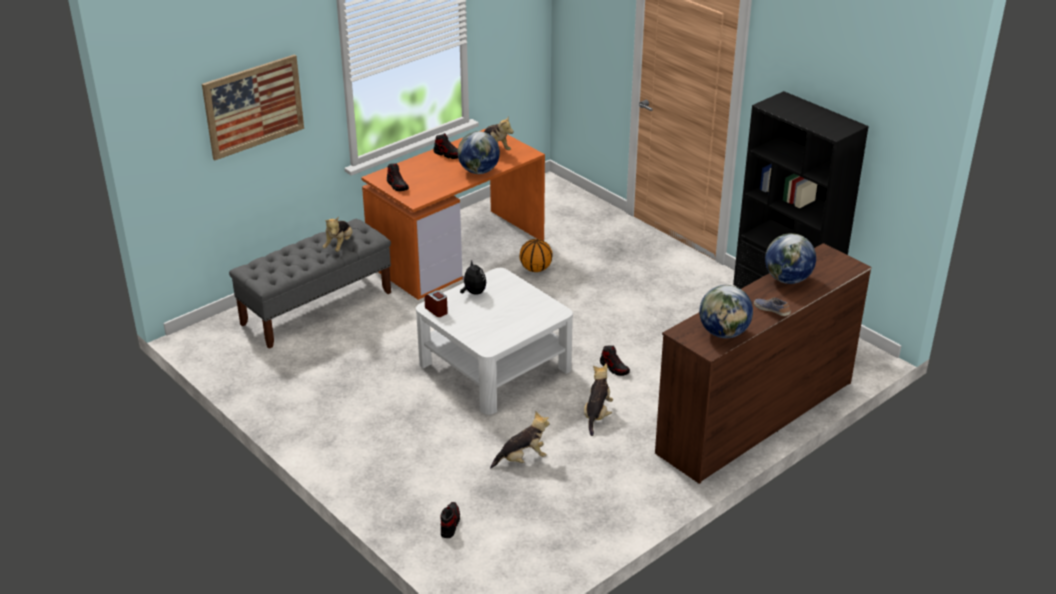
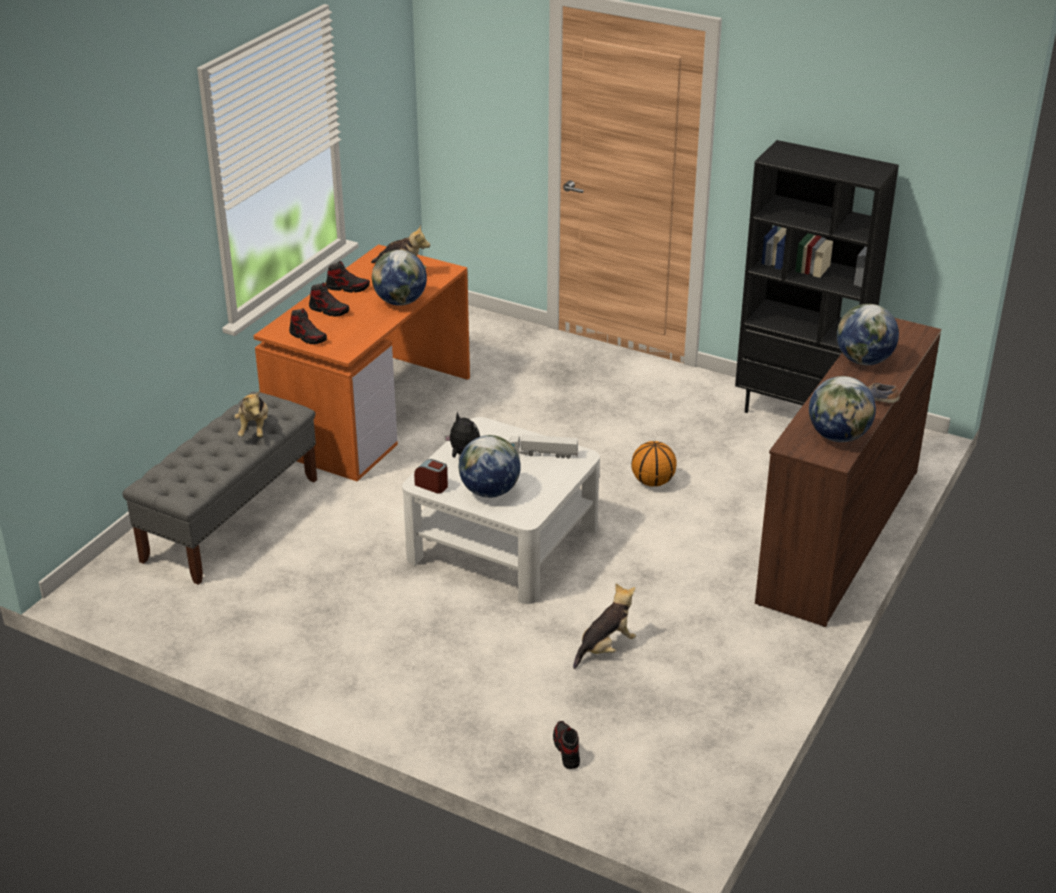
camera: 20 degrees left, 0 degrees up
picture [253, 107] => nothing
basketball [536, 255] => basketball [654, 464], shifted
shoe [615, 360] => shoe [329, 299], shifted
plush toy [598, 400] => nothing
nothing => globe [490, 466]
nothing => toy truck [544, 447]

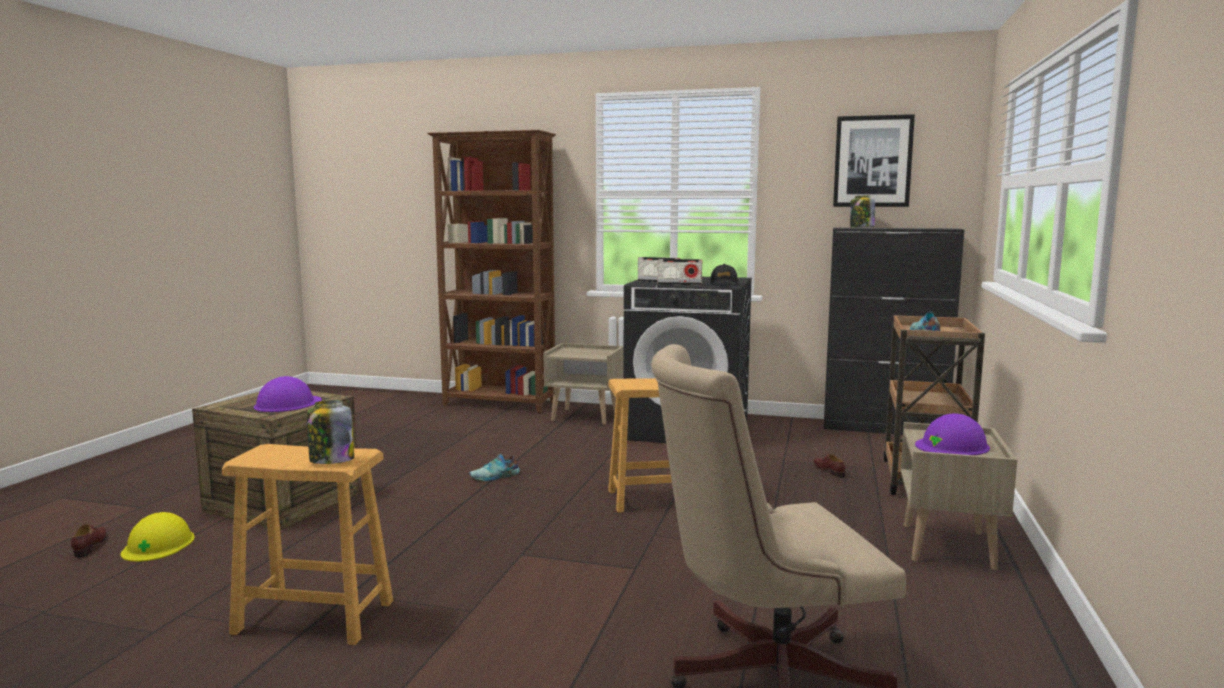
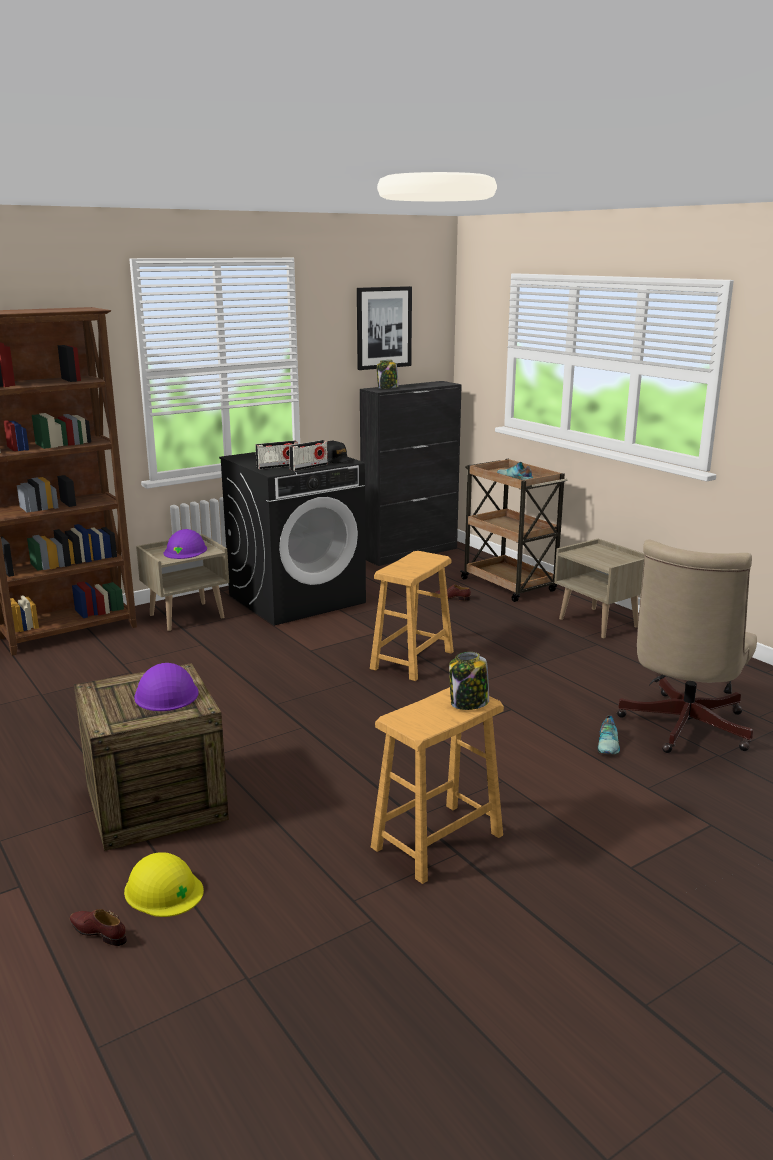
camera: 50 degrees left, 10 degrees up
hard hat (purple) [952, 434] => hard hat (purple) [185, 544], shifted
shoe [494, 467] => shoe [608, 734], shifted

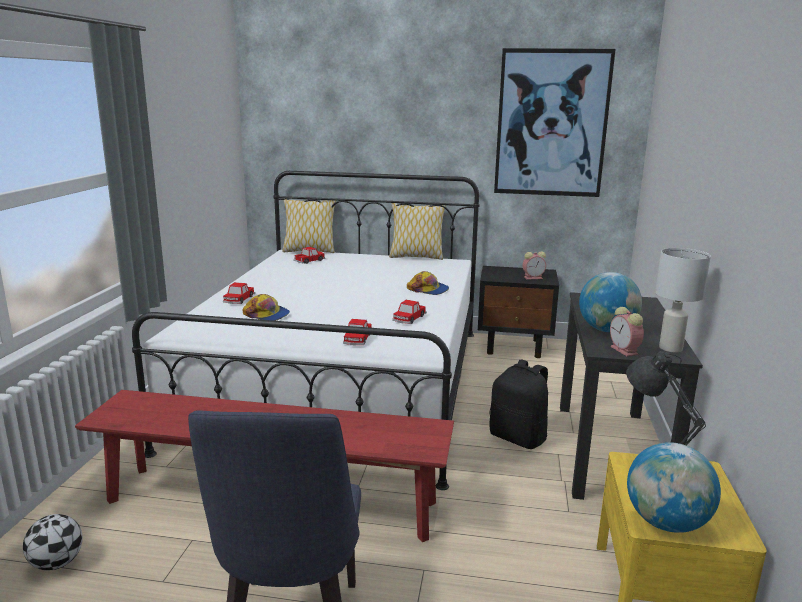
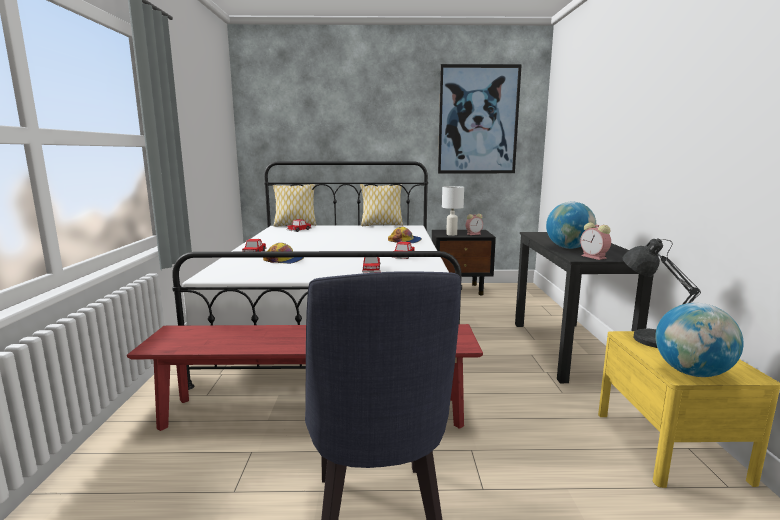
camera: 10 degrees left, 5 degrees down
table lamp (white) [683, 300] => table lamp (white) [453, 211], shifted
backpack (black) [518, 404] => nothing
football [53, 542] => nothing

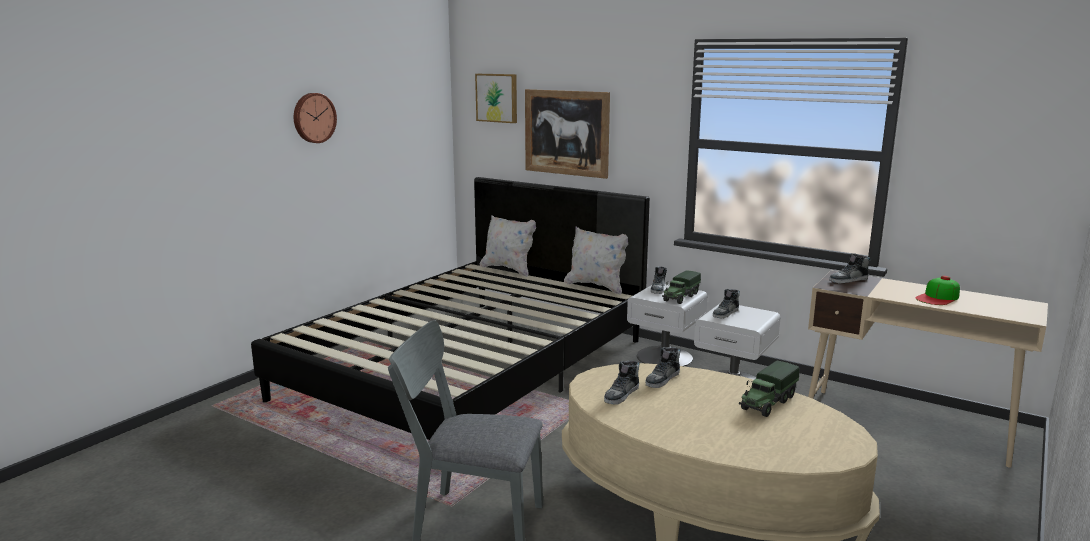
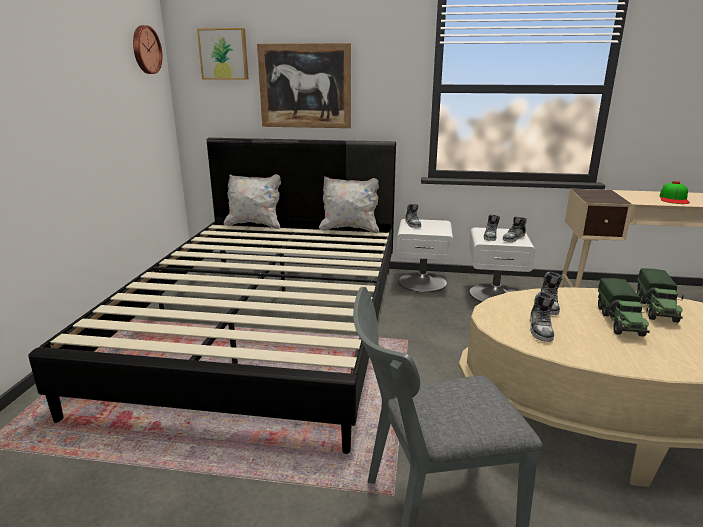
camera: 25 degrees left, 5 degrees up
wall clock [315, 118] => wall clock [147, 49], shifted
shoe [850, 268] => shoe [515, 229], shifted
toy truck [681, 287] => toy truck [624, 307], shifted

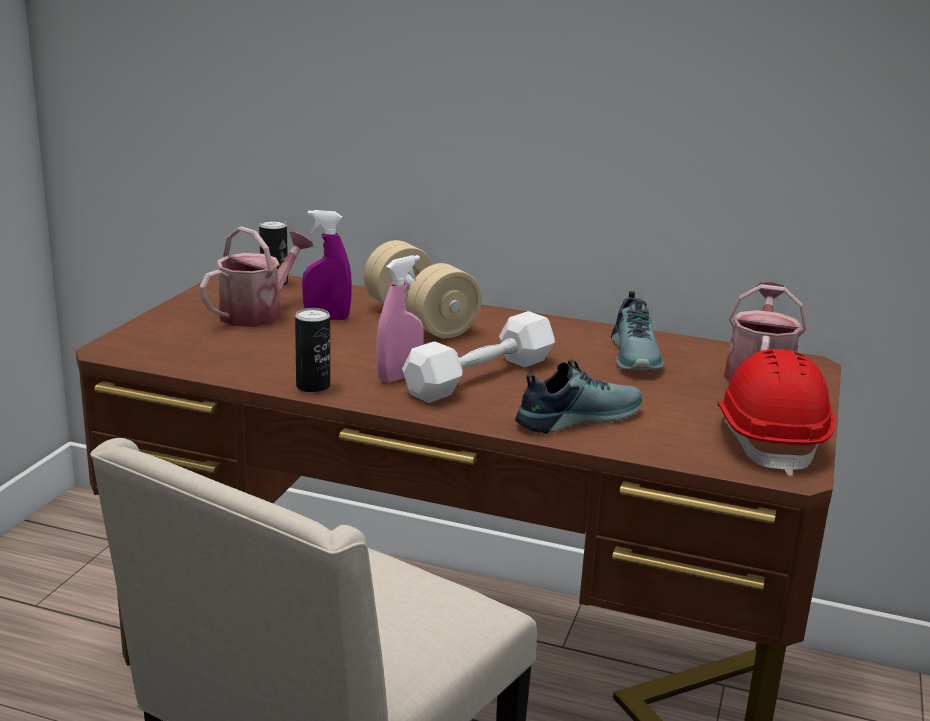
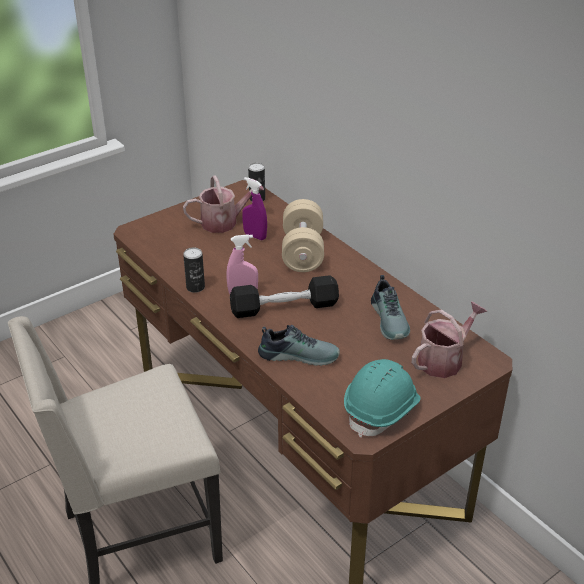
camera: 35 degrees right, 15 degrees up
shoe [637, 331] => shoe [390, 307], 45 degrees counterclockwise
dumbbell (white) [478, 357] => dumbbell (black) [284, 296]
hard hat (red) [776, 412] => hard hat (turquoise) [382, 398]

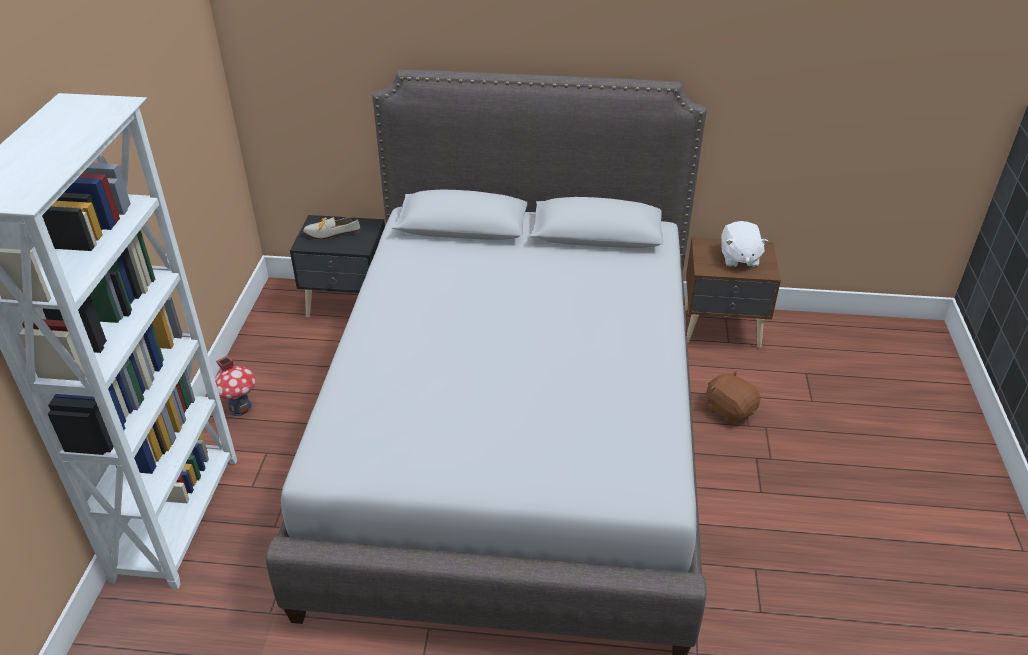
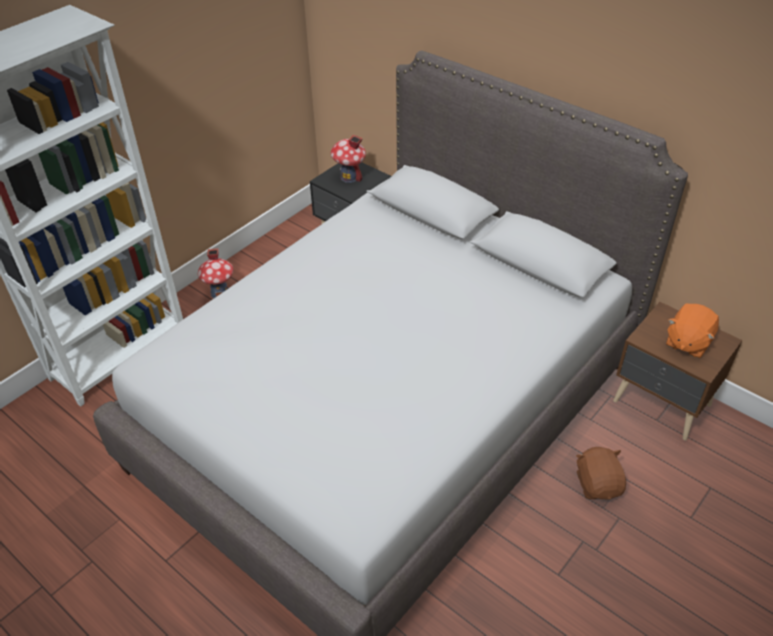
camera: 35 degrees right, 5 degrees up
shoe [332, 228] => toy house [348, 158]
plush toy (white) [744, 244] => plush toy (orange) [692, 331]

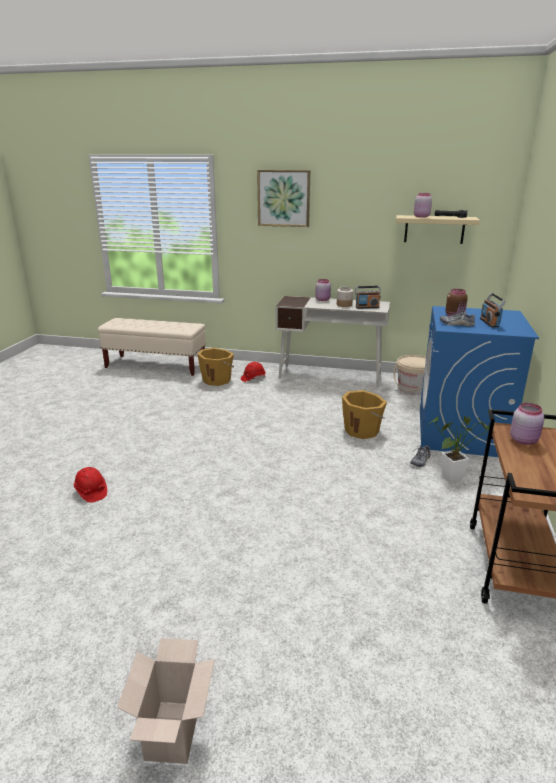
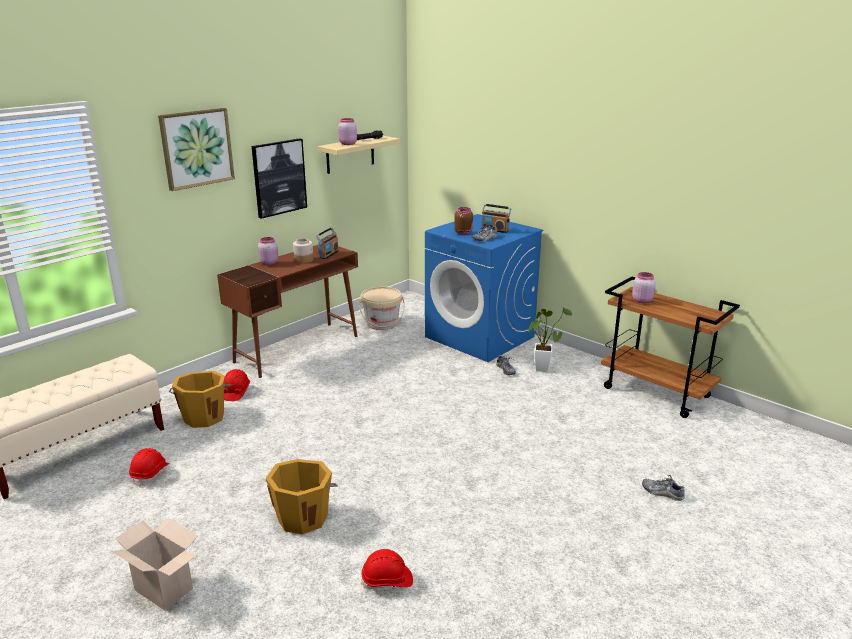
camera: 60 degrees left, 0 degrees up
desk (white) [332, 341] => desk (brown) [287, 311]
bucket (orange) [364, 414] => bucket (orange) [302, 496], shifted
cardboard box [166, 701] => cardboard box [155, 564], shifted
nothing => picture [279, 178]
nothing => hard hat (red) [149, 467]
nothing => shoe [663, 488]

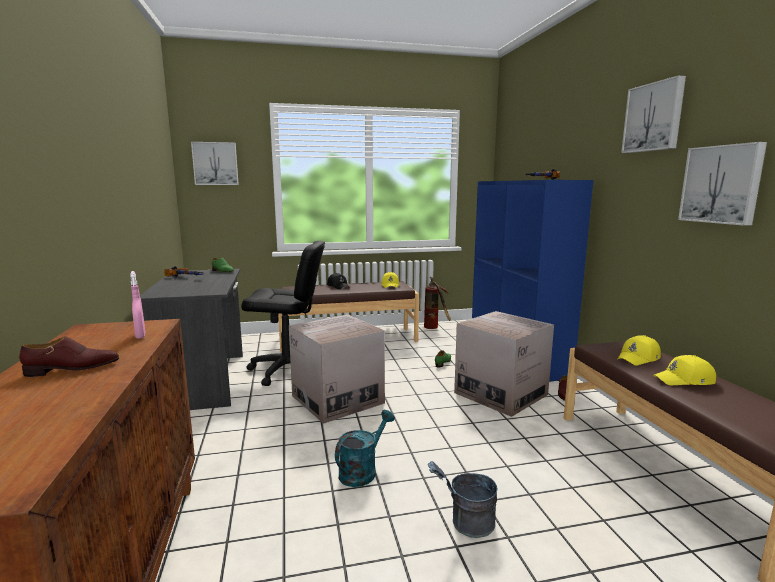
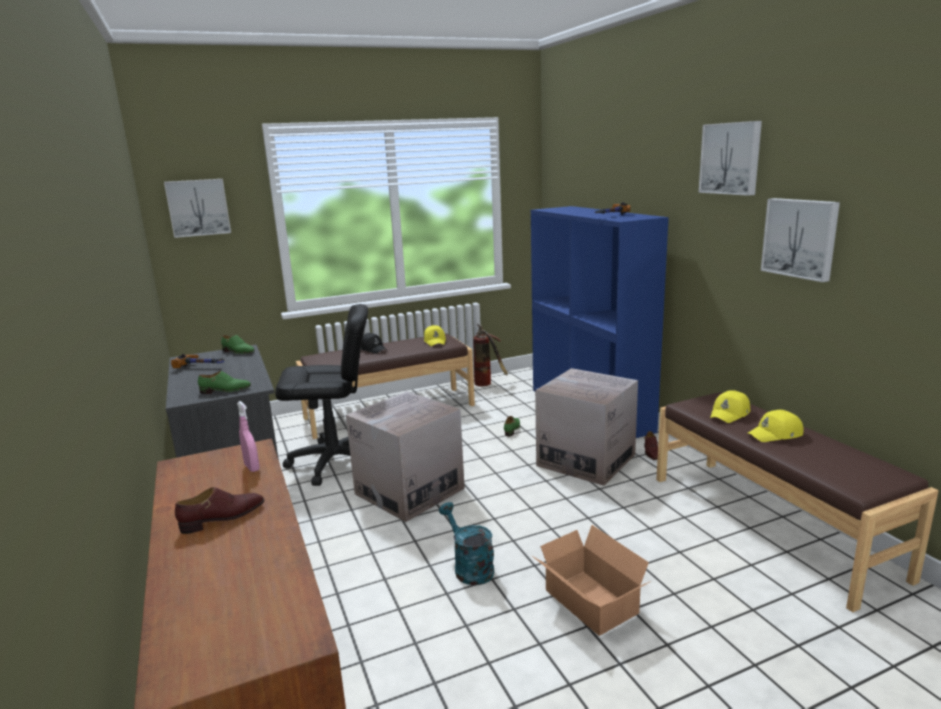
camera: 10 degrees left, 5 degrees up
watering can (turquoise) [365, 448] => watering can (turquoise) [466, 543], 60 degrees counterclockwise
bucket (grey) [462, 499] => cardboard box [591, 580]
nothing => shoe (green) [224, 382]

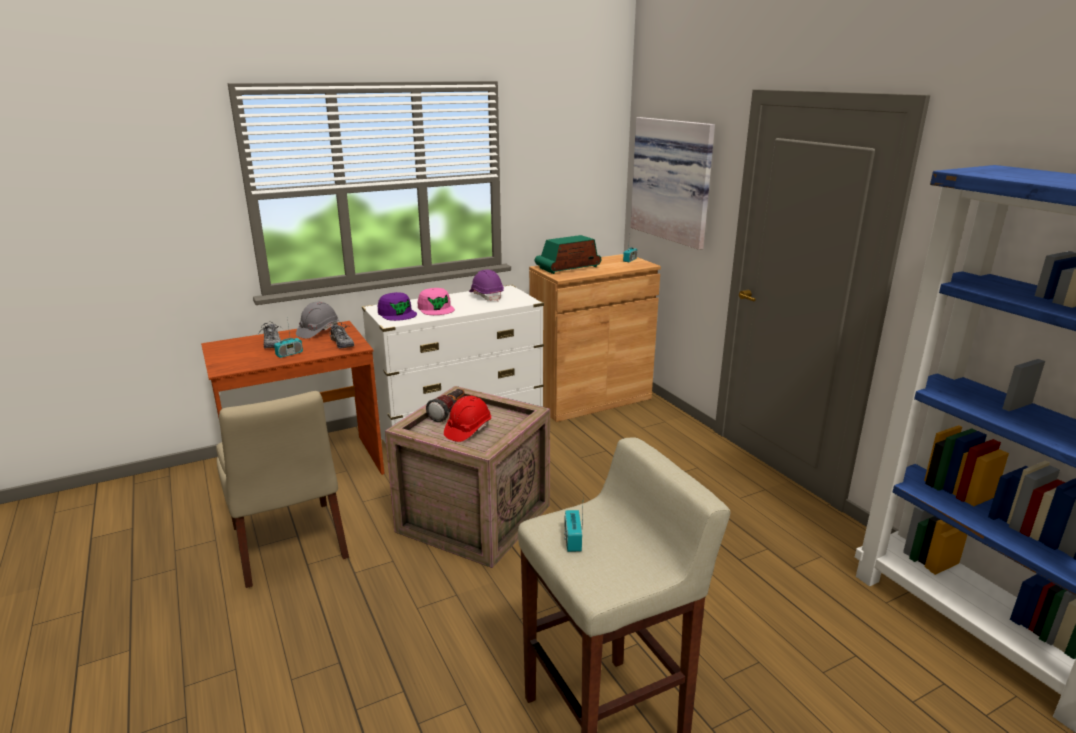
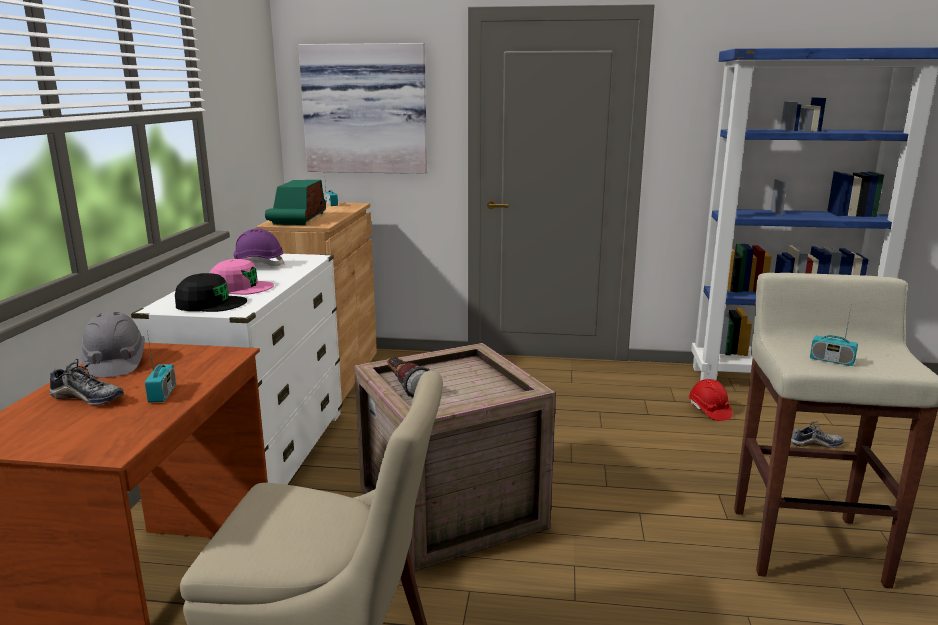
camera: 55 degrees left, 5 degrees down
cap (purple) [397, 306] => cap (black) [211, 292]
shoe [341, 336] => shoe [817, 434], shifted
hard hat (red) [467, 419] => hard hat (red) [711, 400], shifted

